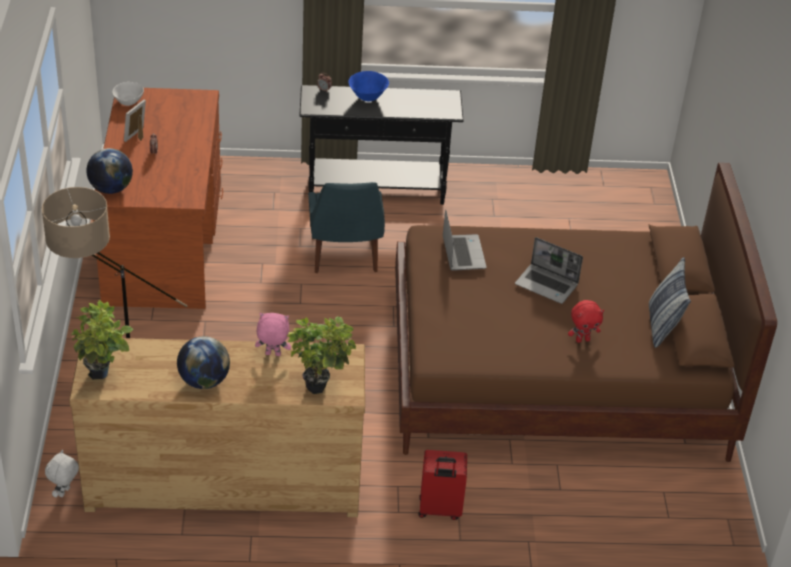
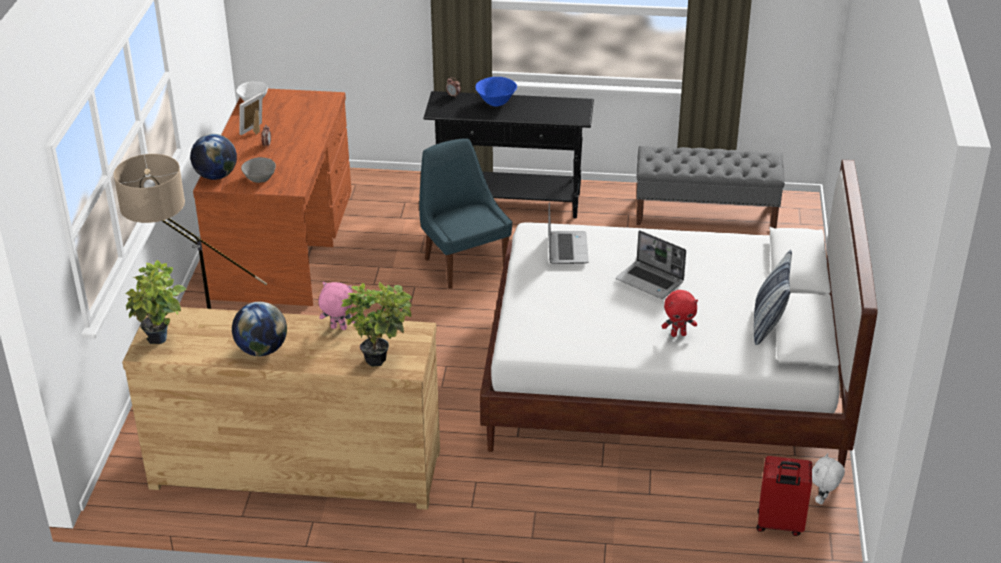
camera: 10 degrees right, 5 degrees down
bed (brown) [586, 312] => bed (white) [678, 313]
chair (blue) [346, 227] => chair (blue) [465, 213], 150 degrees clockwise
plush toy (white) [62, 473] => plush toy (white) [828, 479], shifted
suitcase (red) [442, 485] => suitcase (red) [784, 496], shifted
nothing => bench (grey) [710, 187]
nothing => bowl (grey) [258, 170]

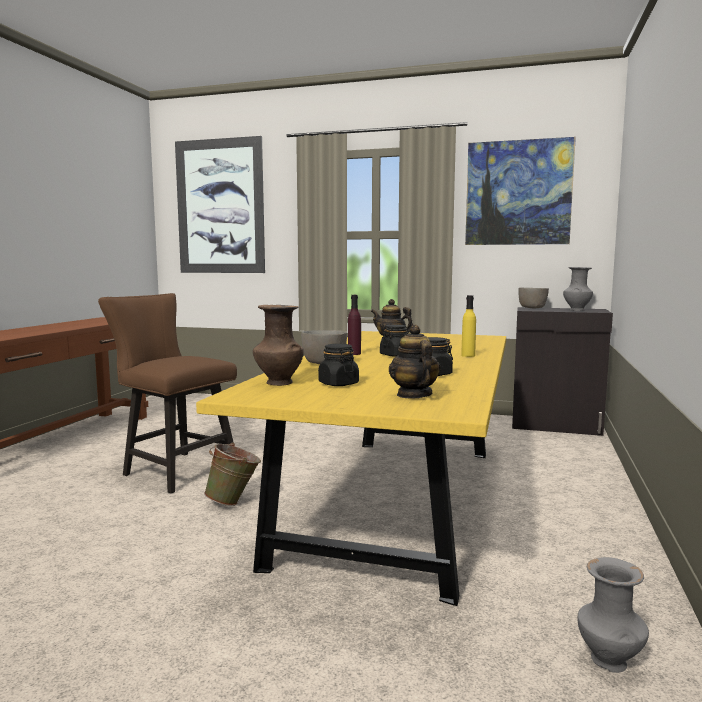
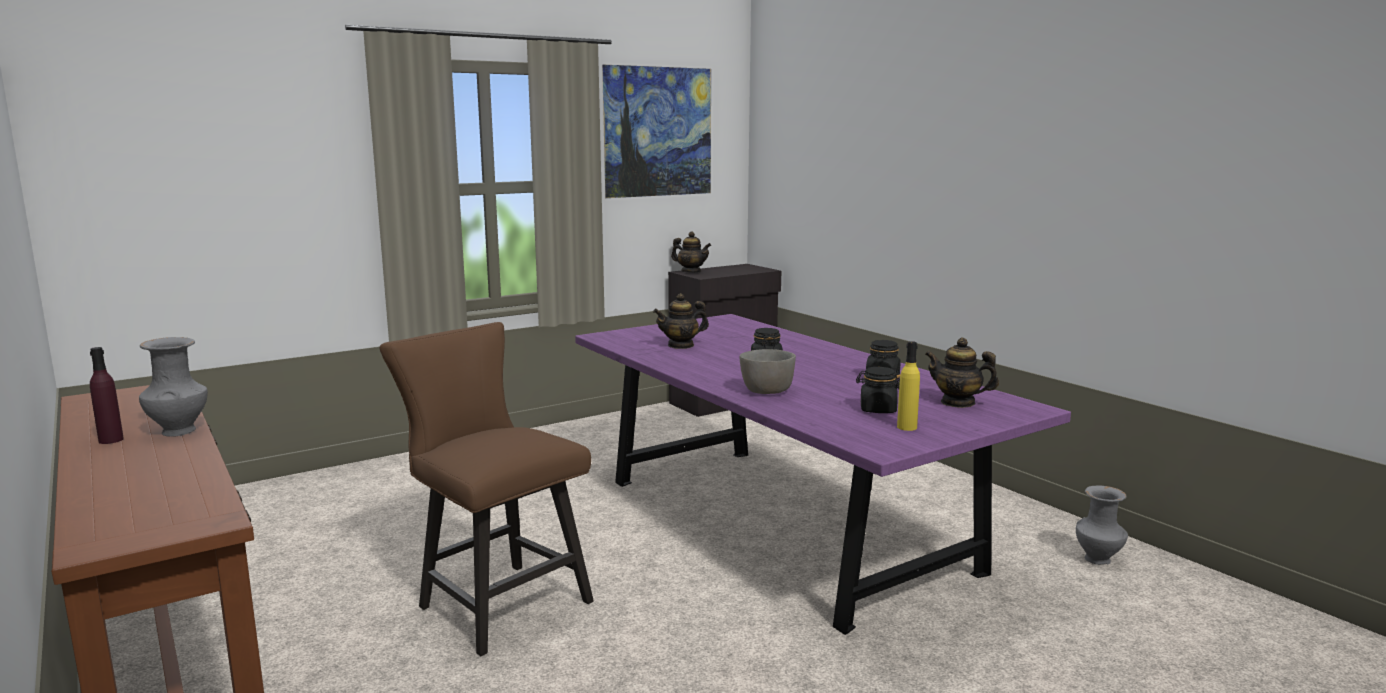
camera: 50 degrees left, 5 degrees up
picture [220, 204] => nothing
vase (grey) [578, 289] => vase (grey) [173, 387], shifted
bowl (grey) [533, 298] => teapot [691, 252]
chair (brown) [167, 393] => chair (brown) [487, 489], 60 degrees clockwise
bottle (purple) [354, 325] => bottle (purple) [107, 395], shifted
bottle (yellow) [468, 326] => bottle (yellow) [908, 386], shifted
vase (brown) [278, 345] => nothing
dining table (yellow) [351, 468] => dining table (purple) [823, 474]
bucket (green) [232, 474] => nothing

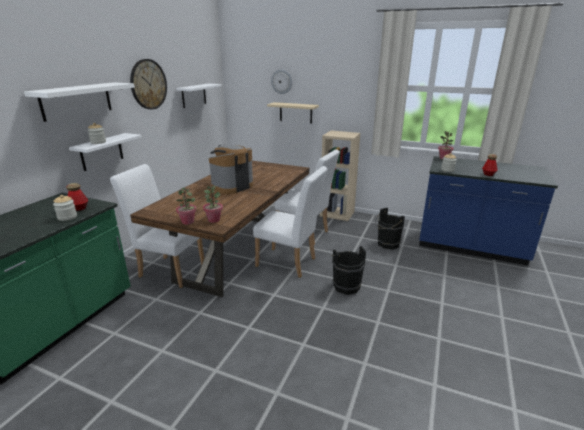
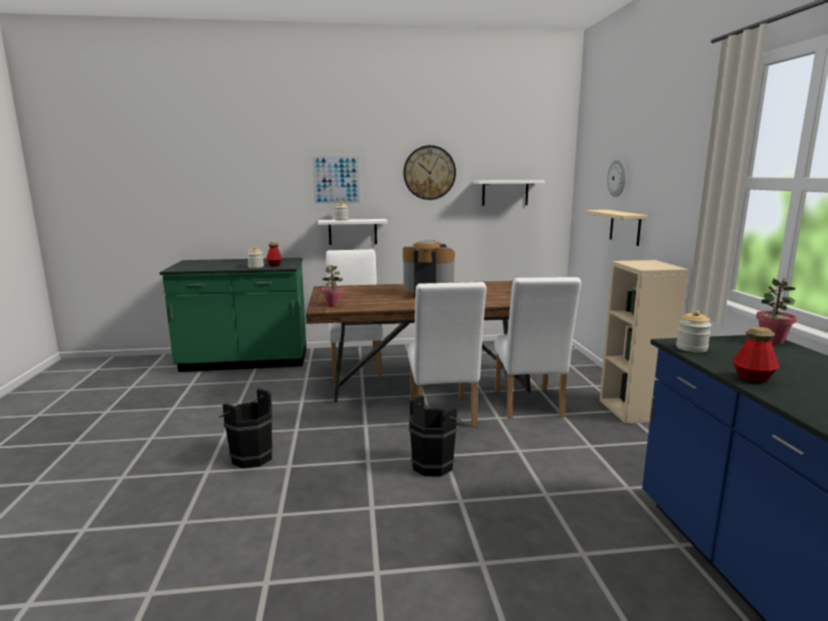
camera: 60 degrees right, 10 degrees down
shelf (white) [79, 102] => picture [336, 180]
potted plant [186, 206] => nothing
bucket (black) [390, 228] => bucket (black) [246, 428], shifted

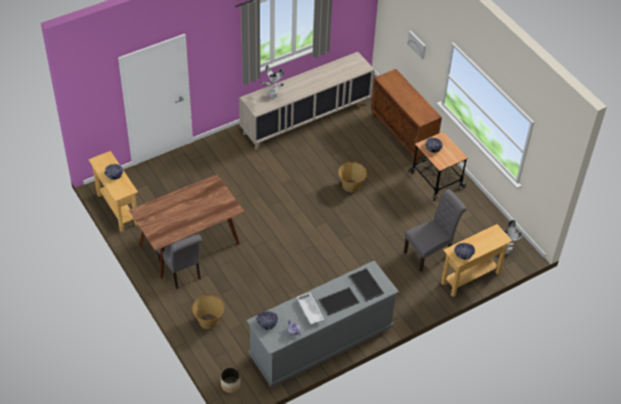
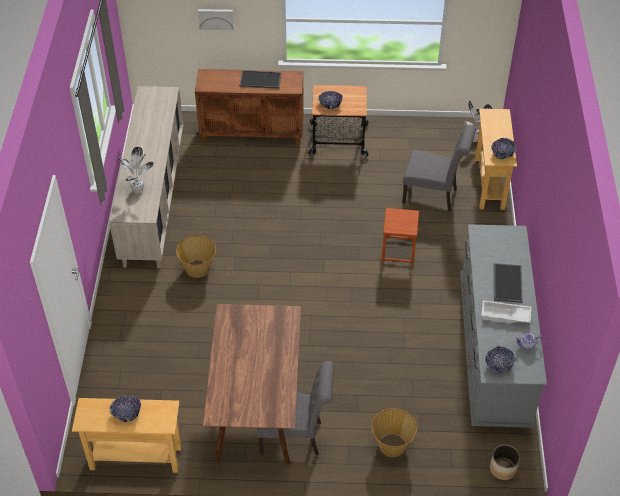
camera: 55 degrees left, 0 degrees up
basket [352, 177] => basket [196, 256], shifted
chair (grey) [435, 230] => chair (grey) [439, 168], 105 degrees clockwise
tray [366, 284] => tray [261, 79], shifted
nothing => stool (brown) [400, 236]

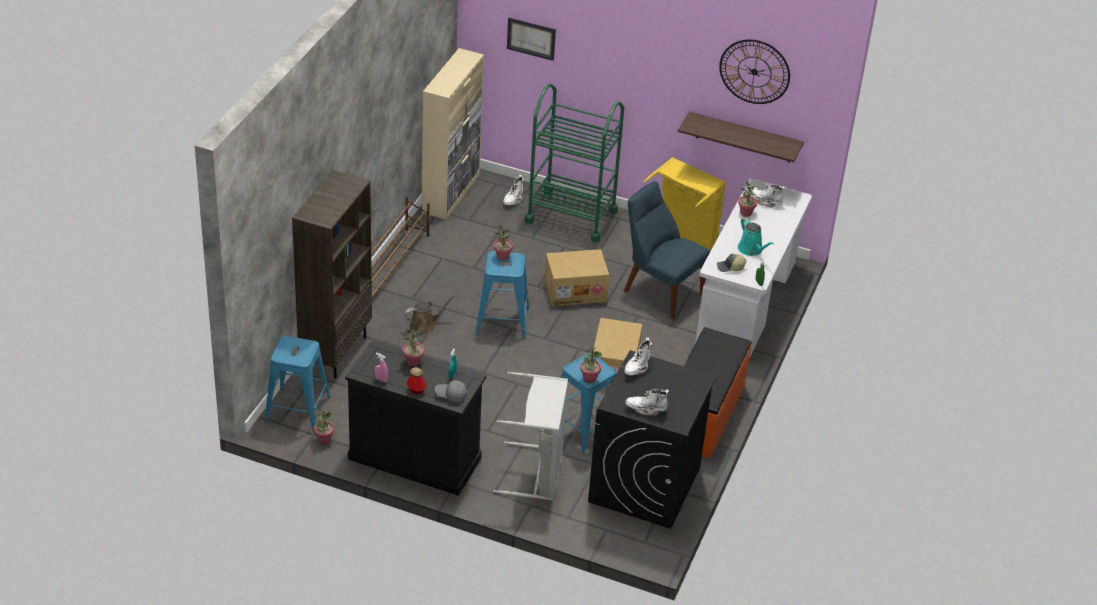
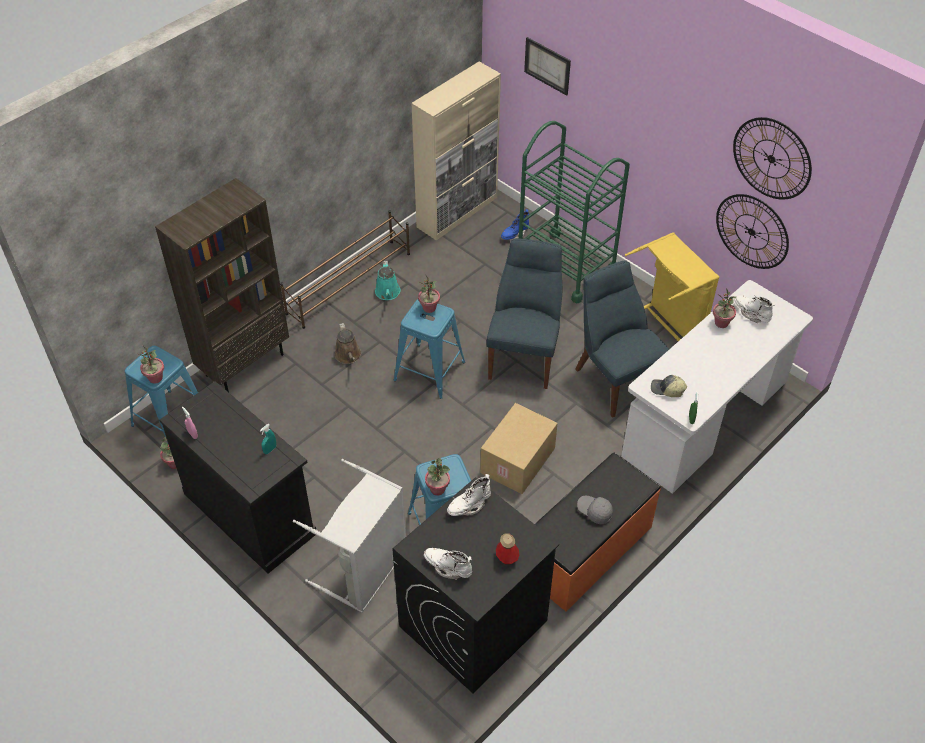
camera: 25 degrees right, 10 degrees up
shelf [741, 137] => wall clock [752, 231]
boot (white) [513, 190] => boot (blue) [515, 224]
watering can (turquoise) [756, 237] => watering can (turquoise) [388, 280], shifted
cardboard box [576, 277] => chair (blue) [524, 314]
watering can (brown) [430, 314] => watering can (brown) [348, 343], 75 degrees clockwise
potted plant [413, 347] => potted plant [151, 365], shifted
bottle [417, 381] => bottle [507, 549], shifted
cap (grey) [451, 391] => cap (grey) [595, 510], shifted

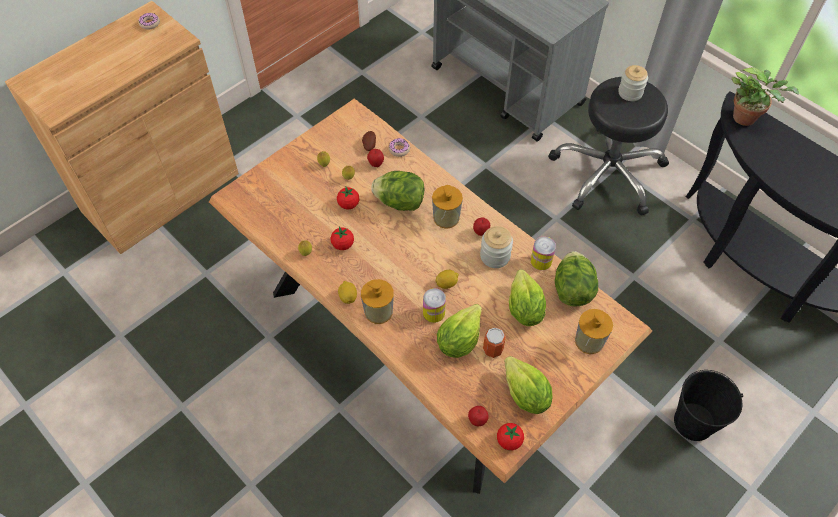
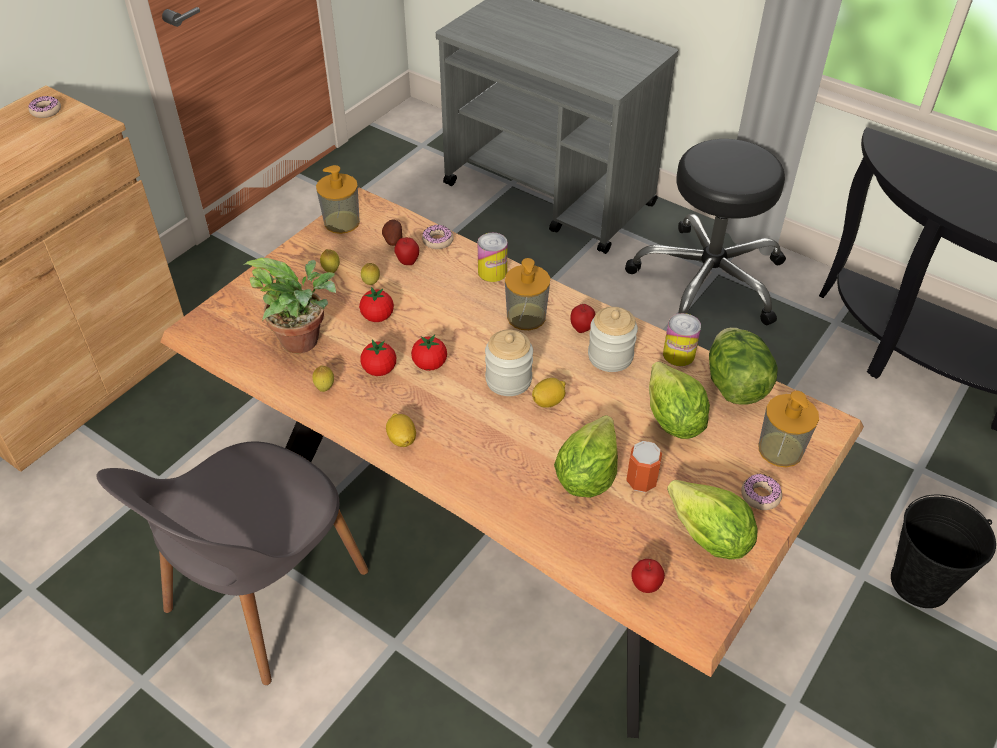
camera: 10 degrees left, 10 degrees down
jar [633, 83] => jar [509, 363], shifted
potted plant [765, 96] => potted plant [289, 305], shifted
lettuce [397, 191] => nothing
soap dispenser [377, 301] => soap dispenser [338, 199], shifted
can [434, 305] => can [493, 257], shifted
tomato [510, 436] => tomato [429, 353], shifted
nothing => chair (grey) [232, 563]
nothing => donut [761, 492]

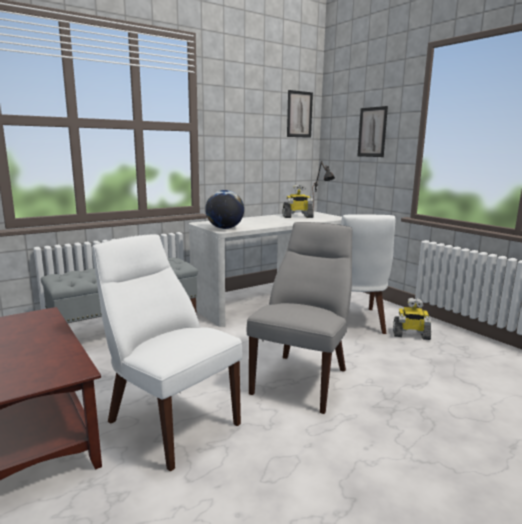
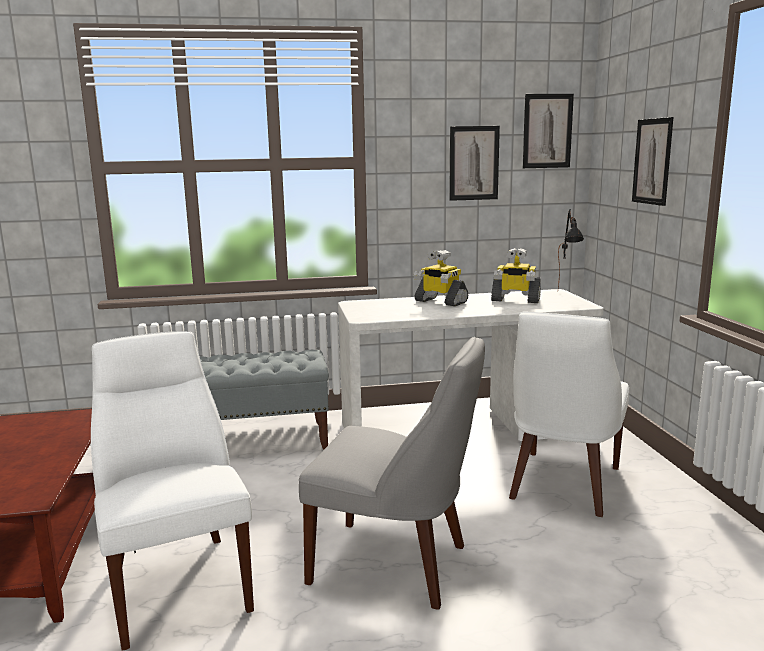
camera: 25 degrees right, 0 degrees up
globe [224, 209] => nothing
chair (grey) [300, 318] => chair (grey) [392, 473], 60 degrees clockwise
toy robot [412, 319] => toy robot [441, 278], shifted
nothing => picture [474, 163]

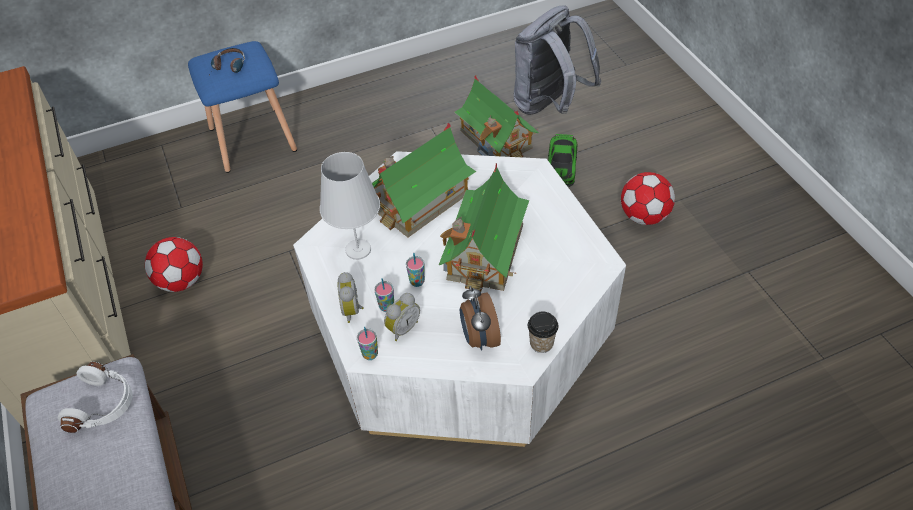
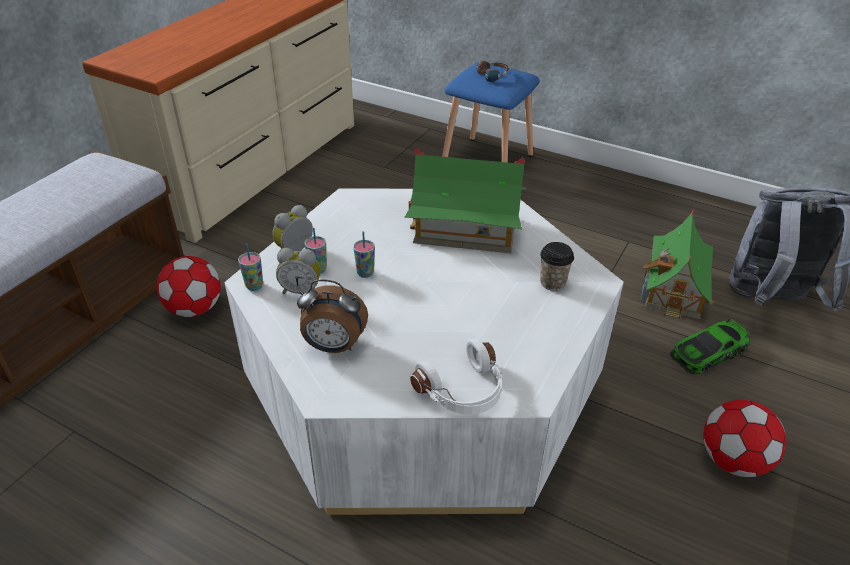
camera: 50 degrees right, 10 degrees down
table lamp (white) [350, 206] => nothing
toy house [484, 227] => nothing
football [174, 264] => football [188, 286], shifted
alarm clock [480, 318] => alarm clock [332, 316], 120 degrees counterclockwise
cup [543, 332] => cup [557, 266], shifted
headphones (white) [95, 397] => headphones (white) [456, 377], shifted

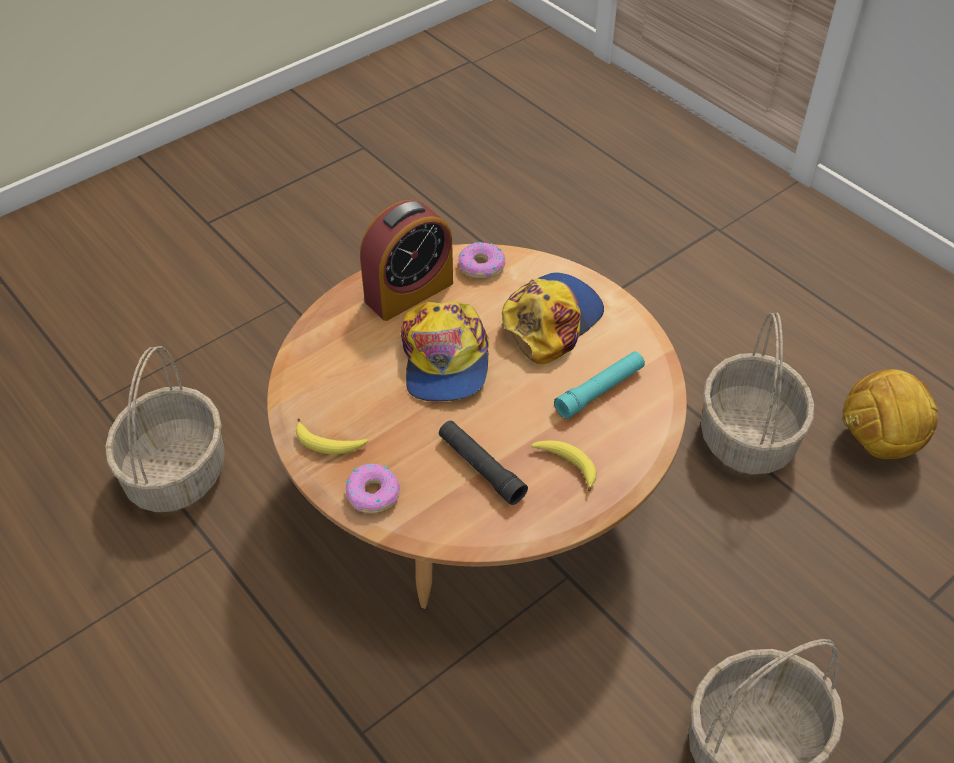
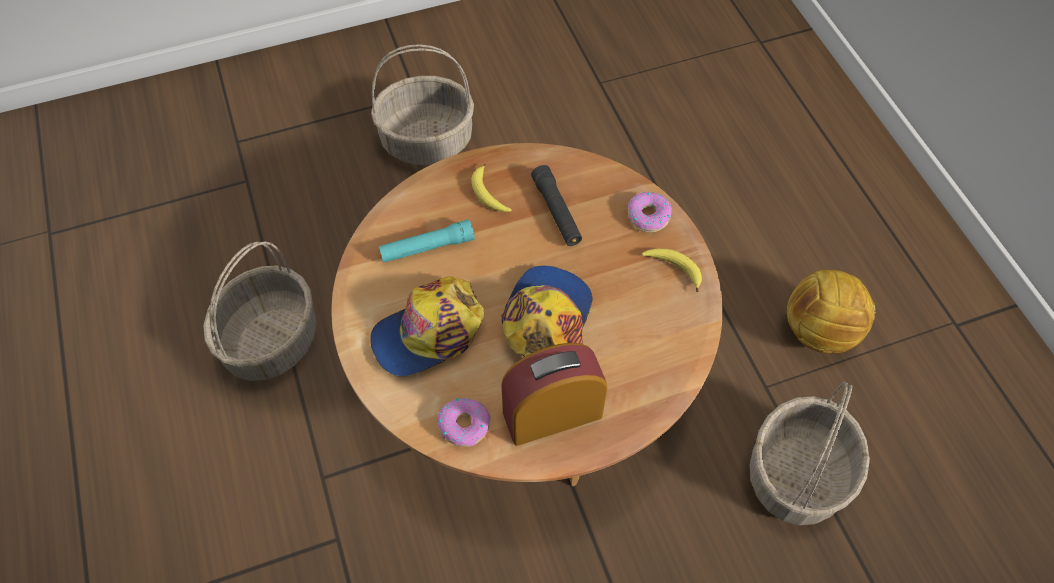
camera: 160 degrees left, 10 degrees up
football [890, 414] => football [831, 311], shifted

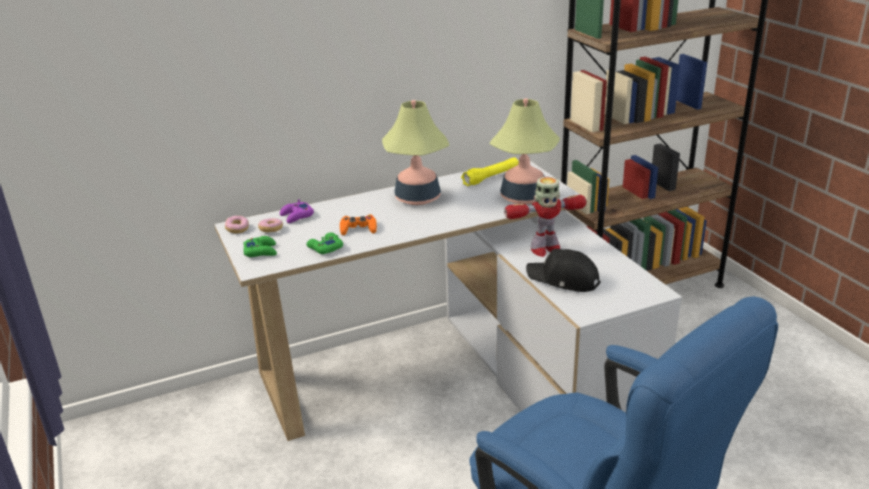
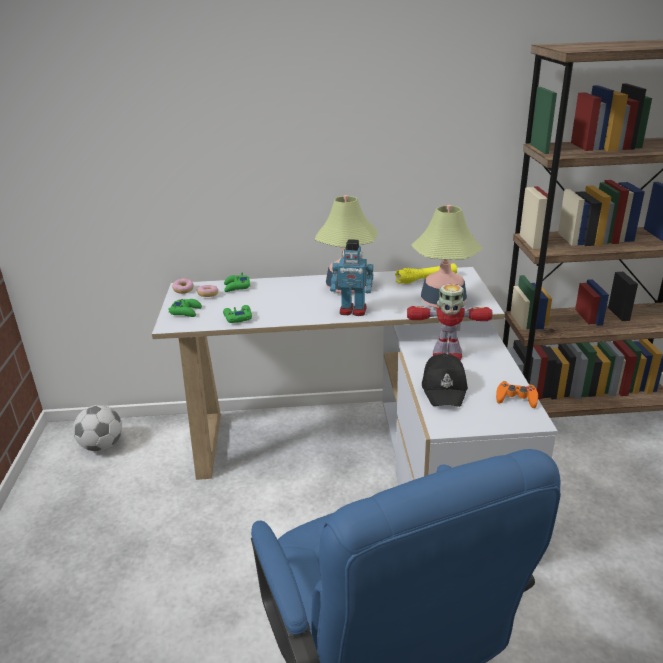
camera: 20 degrees right, 0 degrees up
game controller (purple) [297, 211] => game controller (green) [237, 282]
game controller (orange) [358, 224] => game controller (orange) [517, 394], shifted
cap (black) [563, 270] => cap (black) [445, 380], 135 degrees counterclockwise
nothing => toy robot [351, 277]
nothing => football [97, 428]

